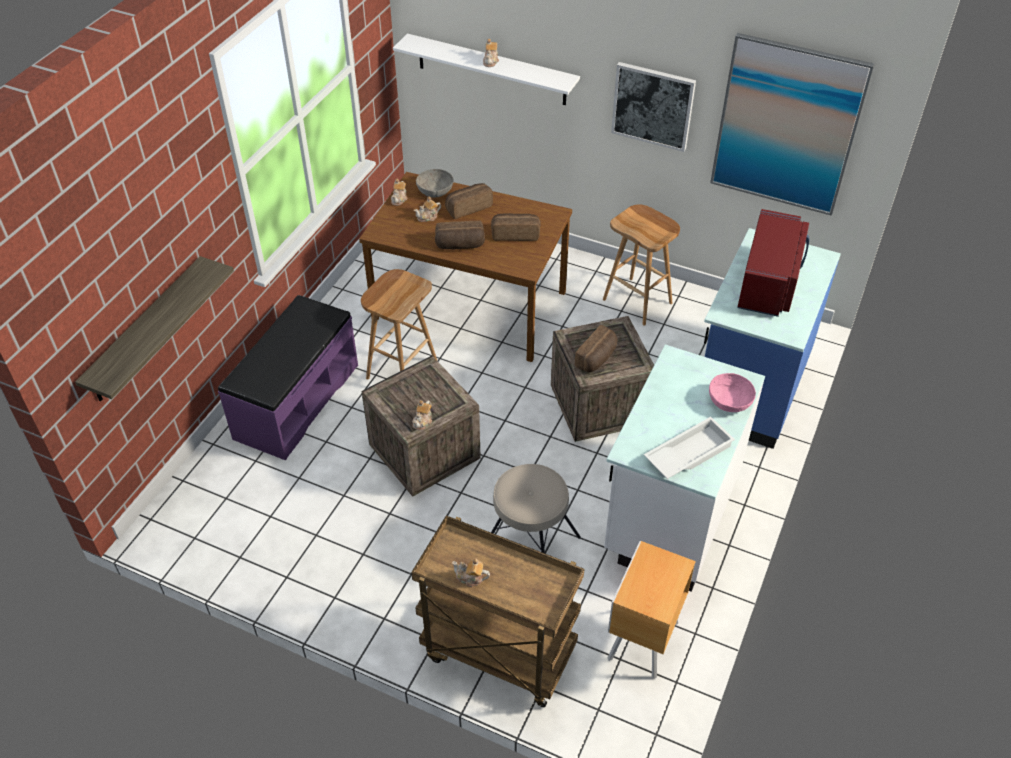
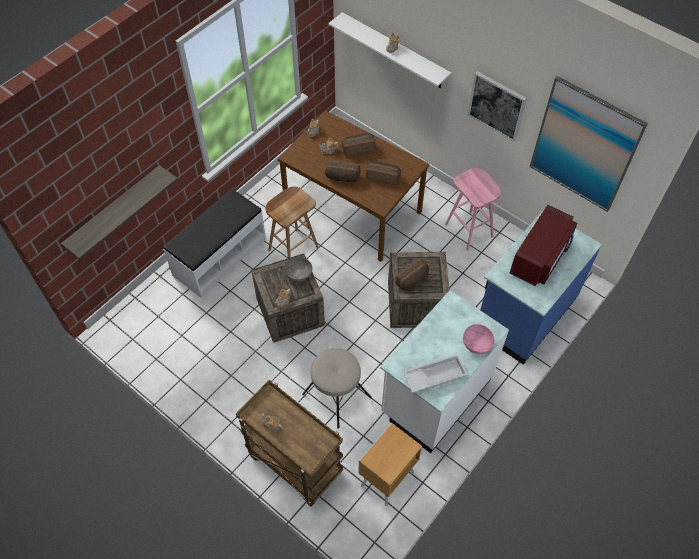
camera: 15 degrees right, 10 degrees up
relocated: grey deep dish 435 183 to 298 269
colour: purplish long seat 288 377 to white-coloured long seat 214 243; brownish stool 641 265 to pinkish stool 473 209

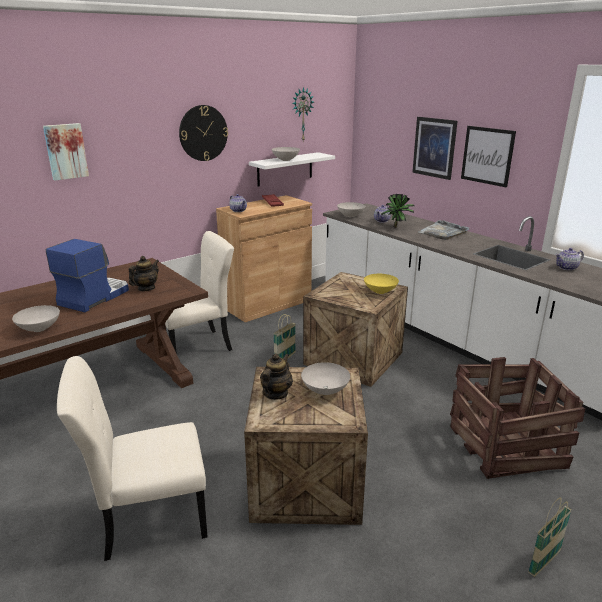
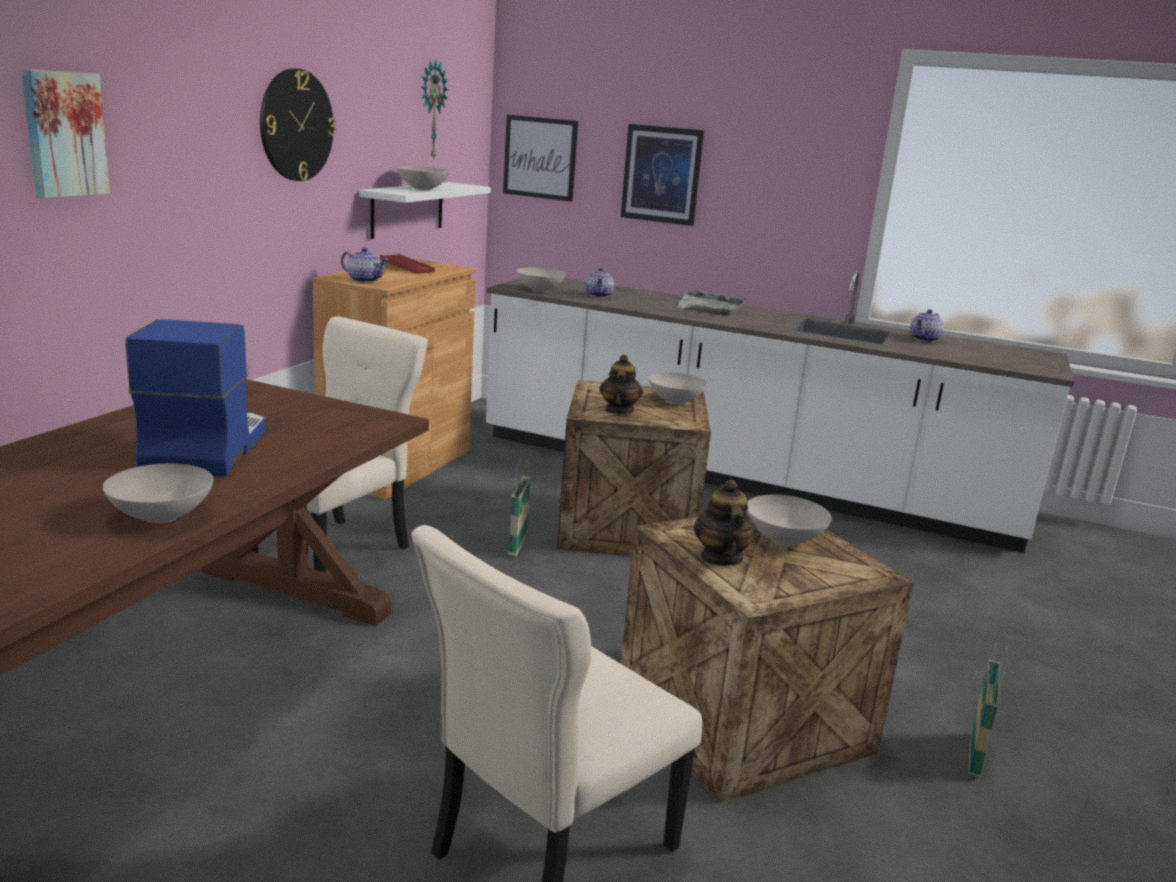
camera: 30 degrees left, 5 degrees down
missing: houseplant 397 211; packing crate 517 418
relocated: tea pot 144 273 to 621 384; wall picture 488 156 to 540 158; basket 550 537 to 988 710
colour: yellowish deep dish 381 284 to white-coloured deep dish 678 388

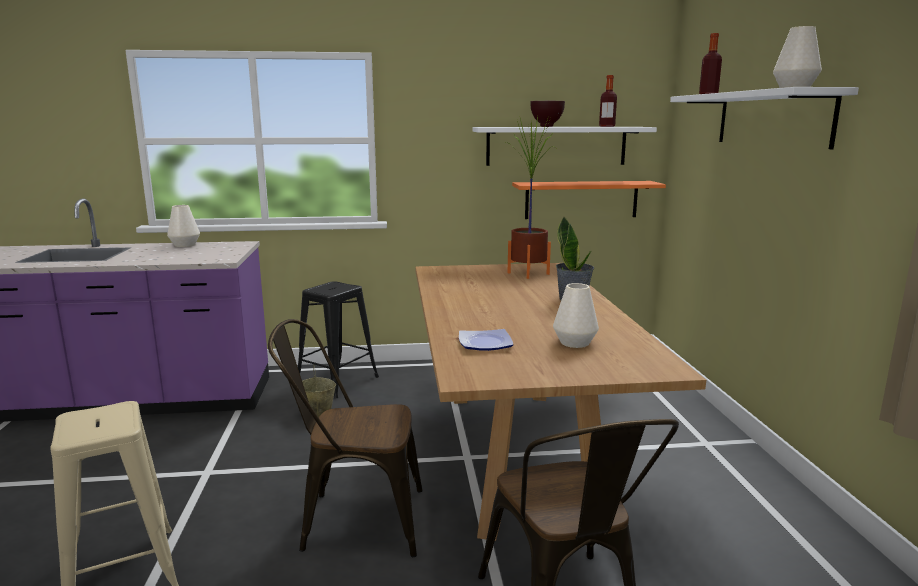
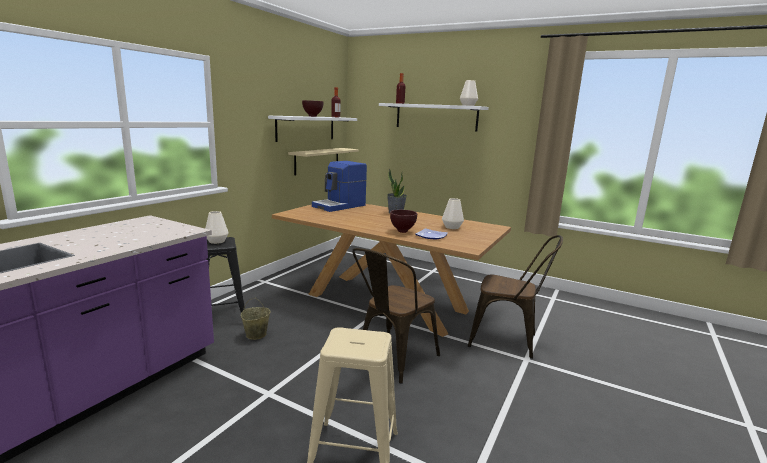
camera: 55 degrees left, 0 degrees up
appeared: brownish deep dish 403 221
relocated: white-coloured flower vase 183 226 to 217 227
exchanged: houseplant 530 197 to coffee maker 339 186
colour: orangey wall shelf 589 200 to beige-coloured wall shelf 323 162

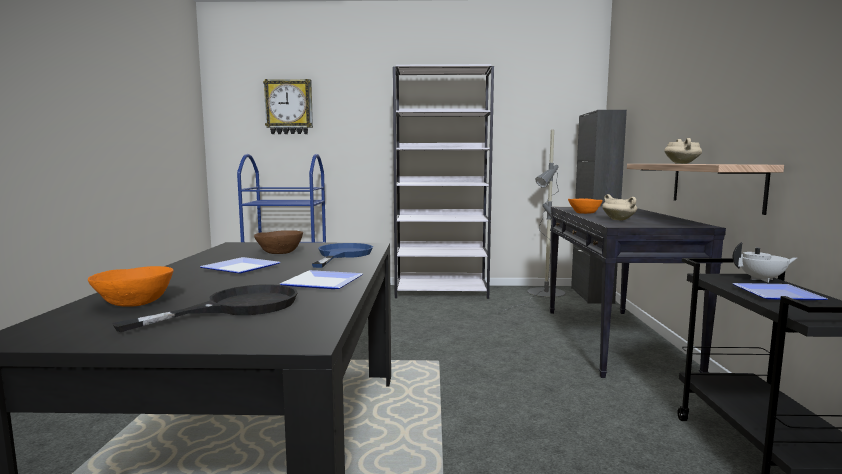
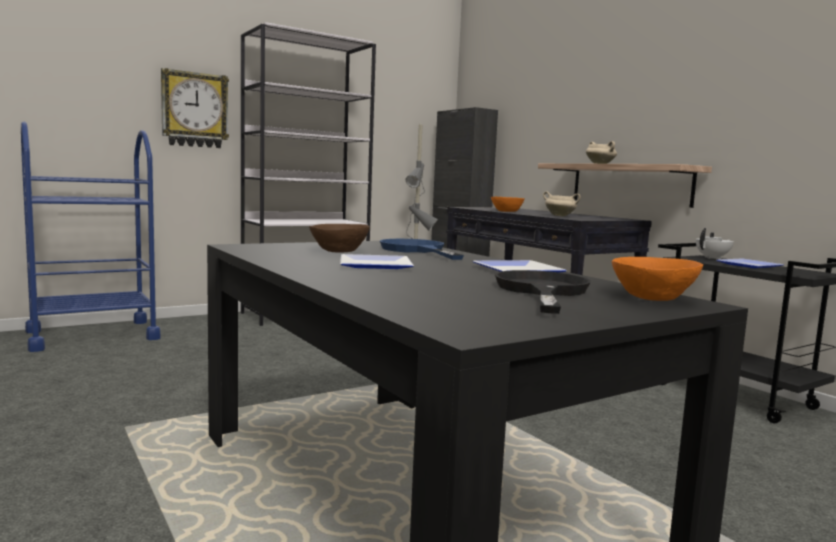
camera: 35 degrees left, 0 degrees up
relocated: orangey deep dish 130 286 to 657 279; clock on the wall 288 106 to 195 108

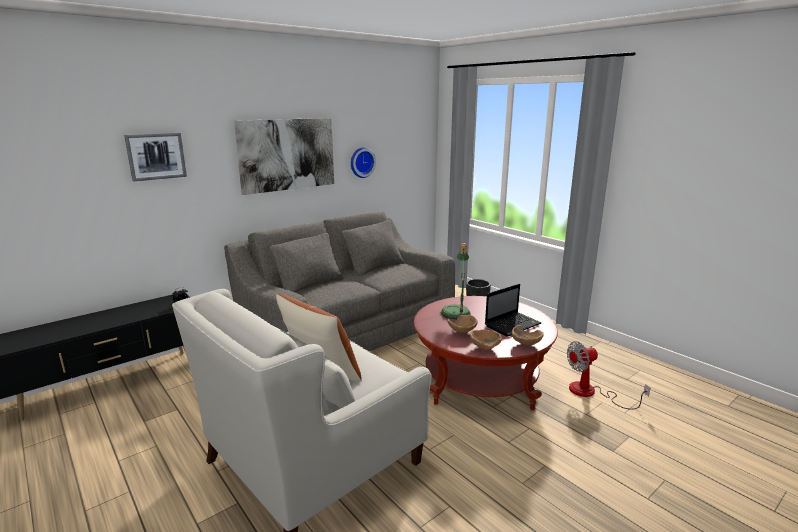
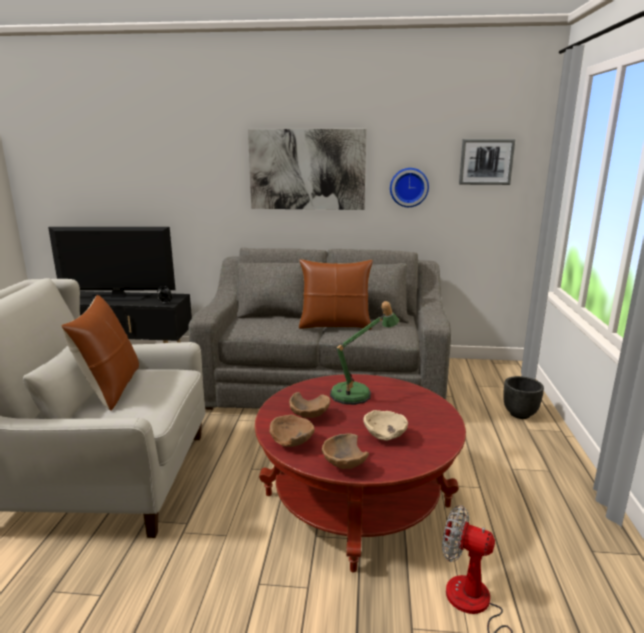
camera: 45 degrees right, 0 degrees up
appeared: TV set 112 264; brownish throw pillow 336 294
relocated: wall picture 155 157 to 487 162
exchanged: portable computer 513 310 to beige-coloured deep dish 385 425

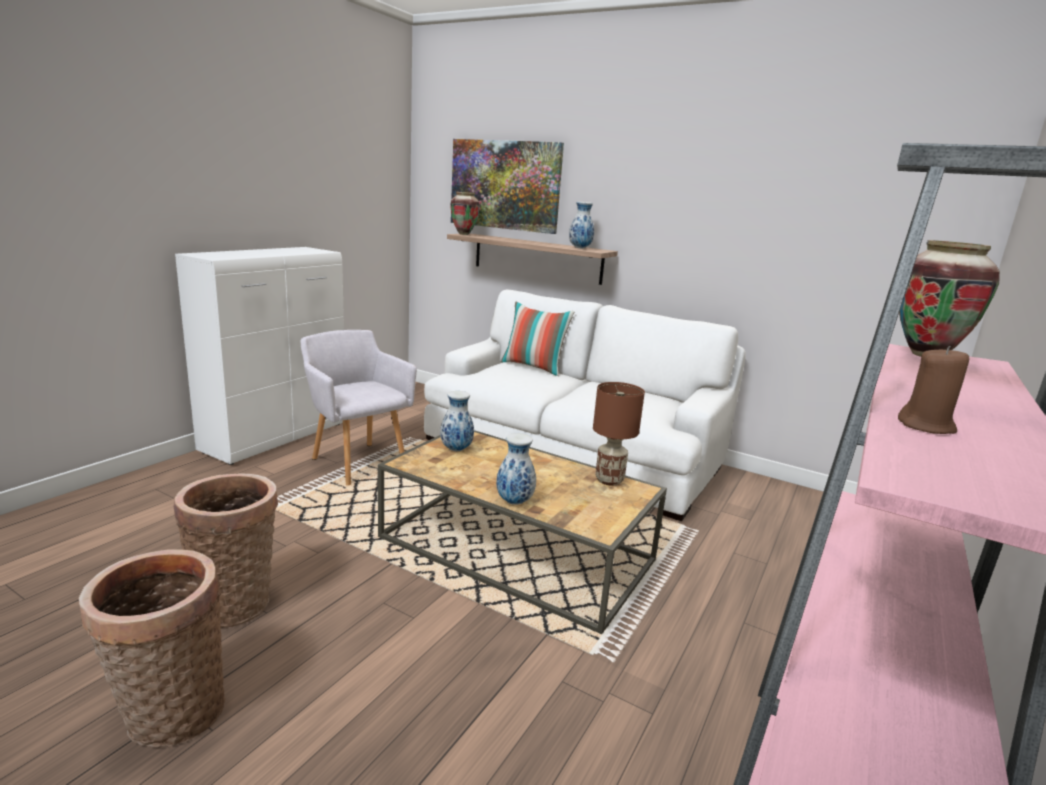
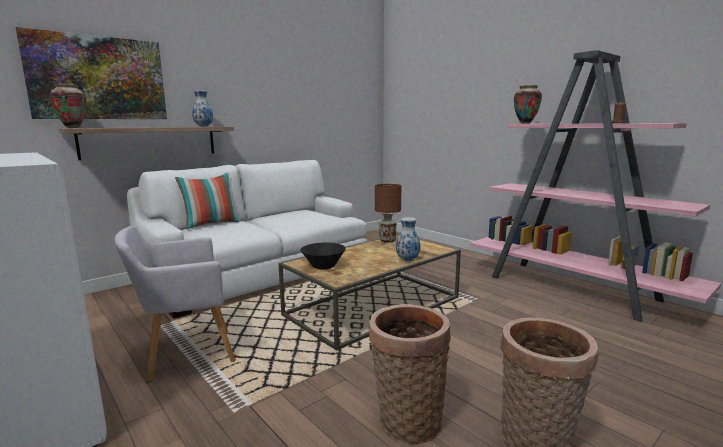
camera: 70 degrees left, 5 degrees down
exchanged: flower vase 457 421 to black deep dish 323 256

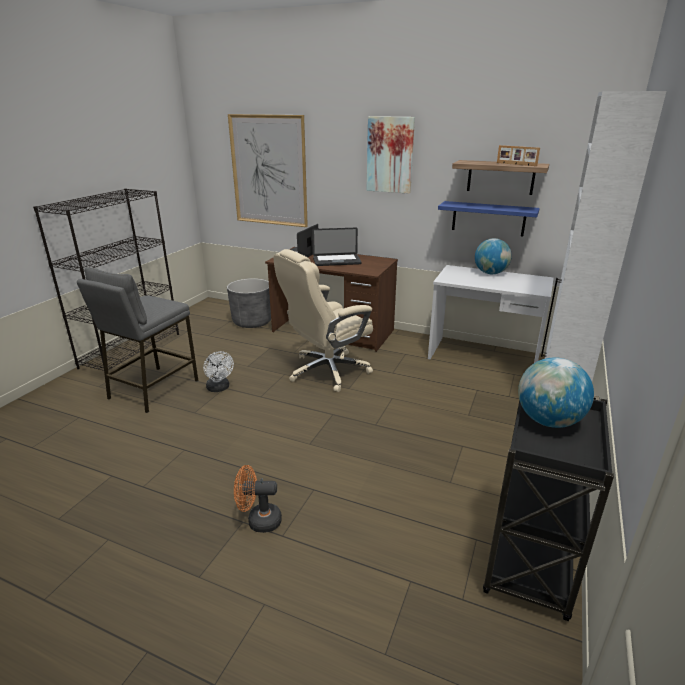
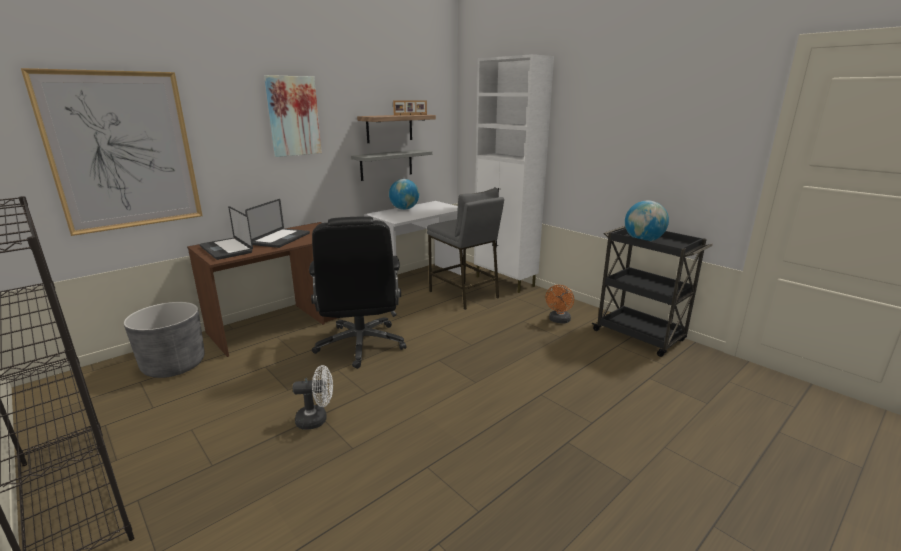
camera: 65 degrees left, 5 degrees down
relocated: grey stool 137 340 to 465 249; orangey cooling fan 258 499 to 559 304
colour: beige-coloured computer chair 323 320 to black computer chair 357 292; blue wall shelf 489 218 to grey wall shelf 391 165

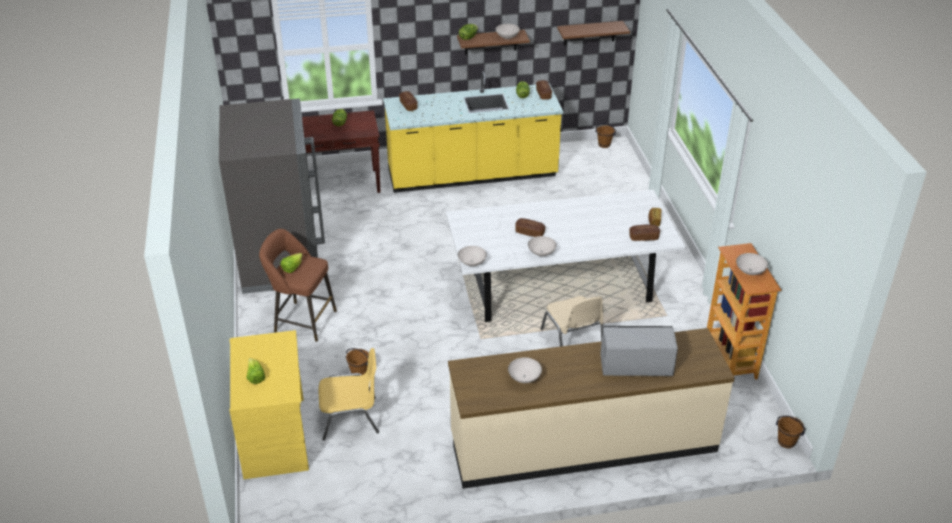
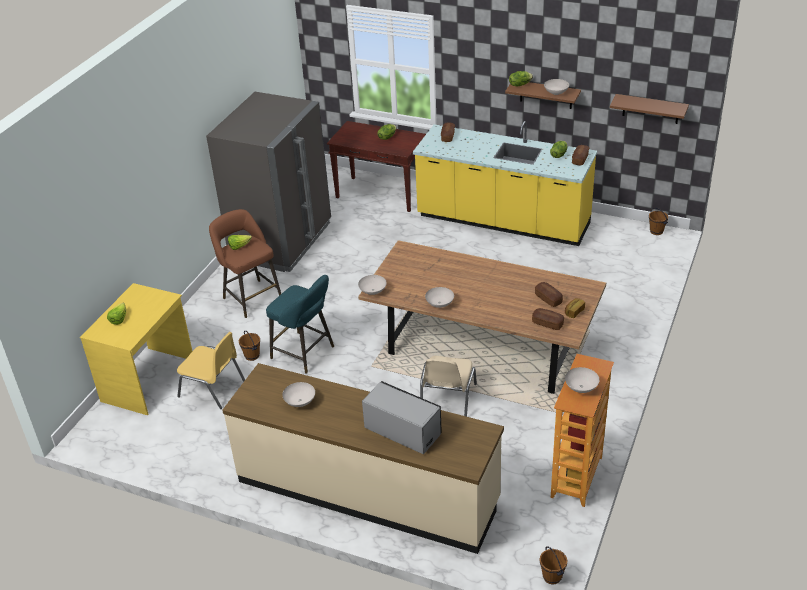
camera: 35 degrees right, 0 degrees up
appeared: turquoise-coloured stool 300 324
relocated: bakery bread 530 227 to 549 294
colour: white-coloured kitchen table 565 256 to brownish kitchen table 482 317

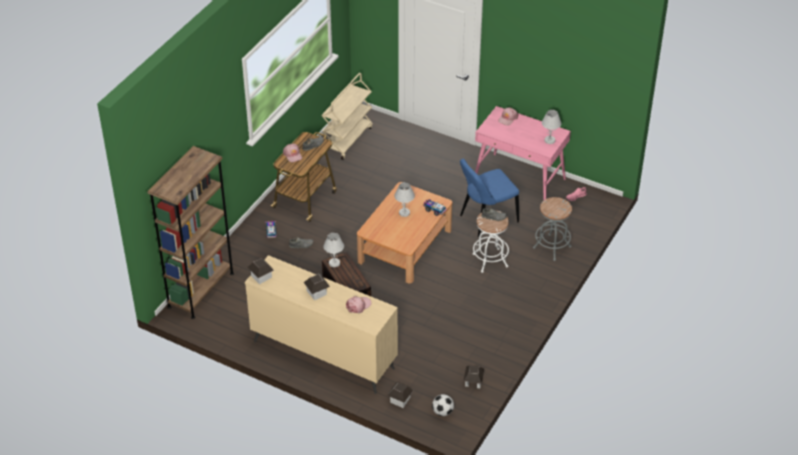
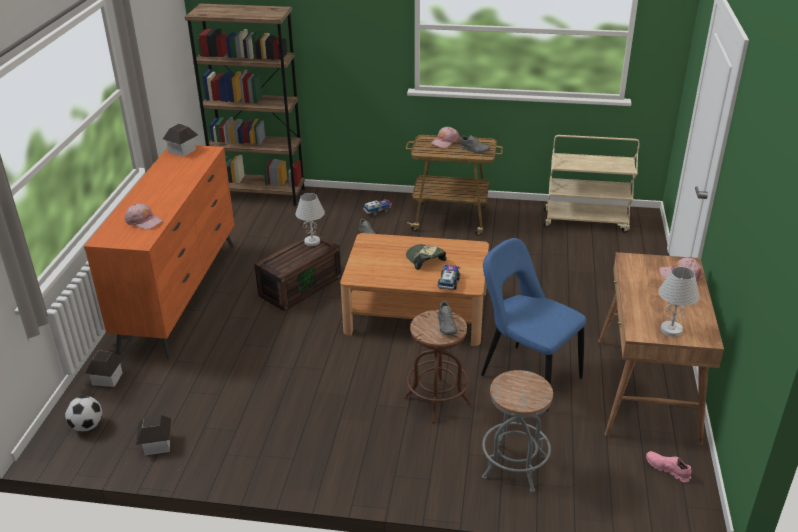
camera: 70 degrees right, 10 degrees down
missing: model house 317 287
exchanged: white-coloured table lamp 404 199 to cap 426 257
colour: beige-coloured dresser 321 324 to orangey dresser 159 252; white-coloured stool 491 241 to brownish stool 437 366; pinkish desk unit 523 153 to brownish desk unit 661 348

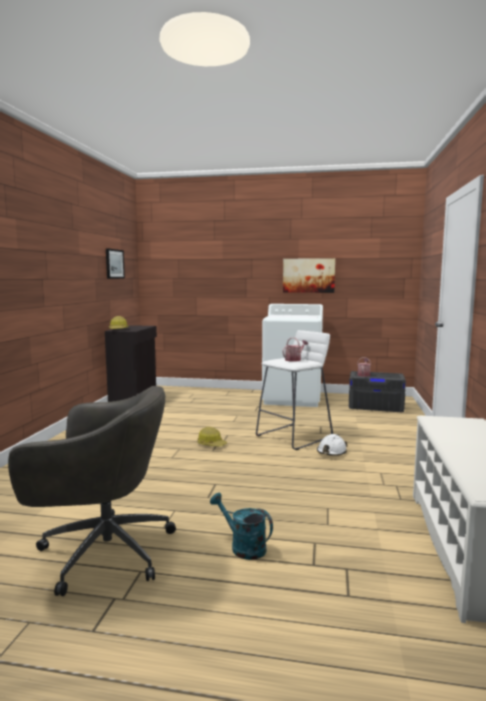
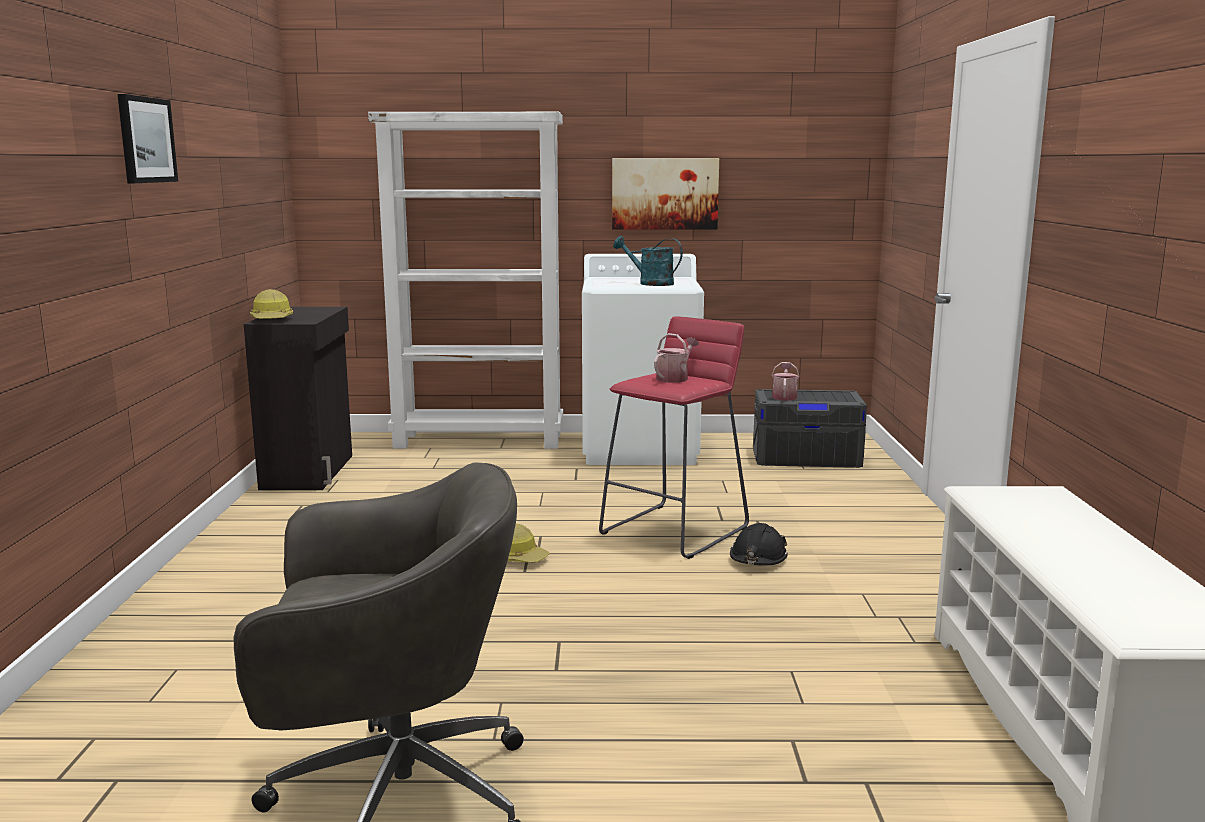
camera: 10 degrees left, 5 degrees up
appeared: white-coloured bookshelf 465 280
relocated: wall picture 115 263 to 147 138; turquoise-coloured sprinkling can 241 526 to 648 261
colour: white-coloured stool 294 390 to red stool 674 437; white-coloured hard hat 332 445 to black hard hat 759 544

